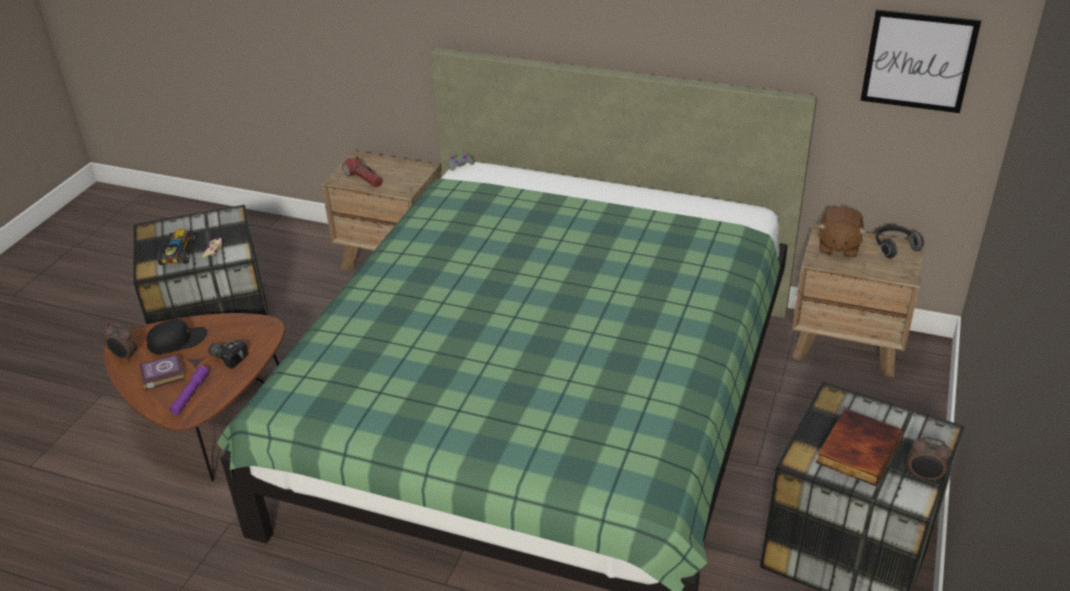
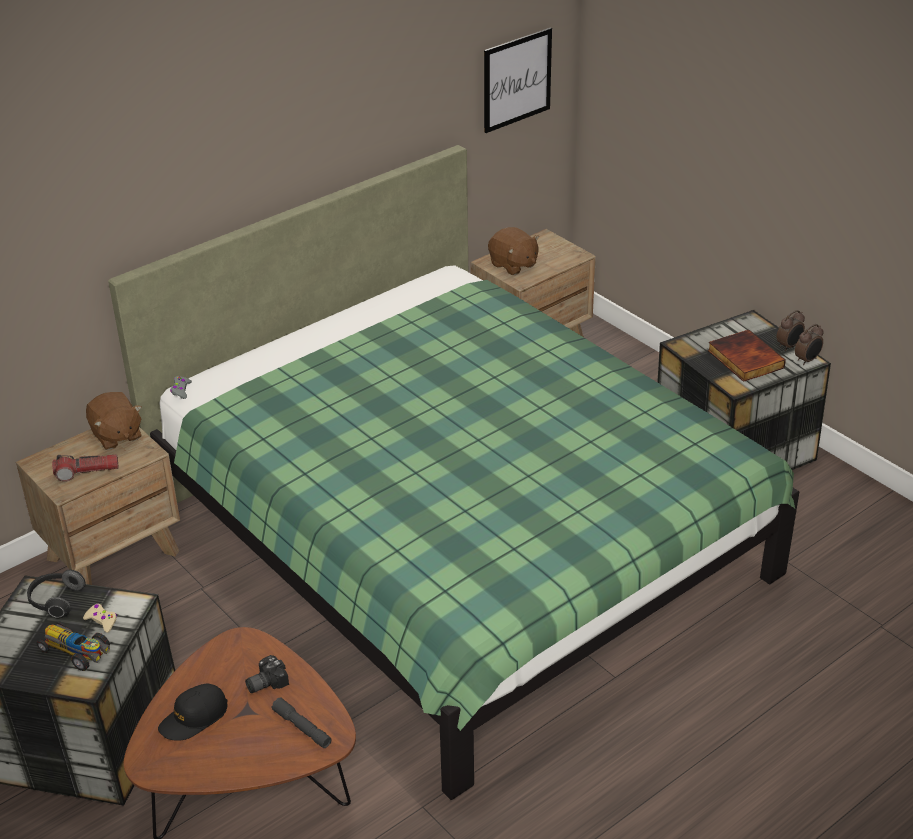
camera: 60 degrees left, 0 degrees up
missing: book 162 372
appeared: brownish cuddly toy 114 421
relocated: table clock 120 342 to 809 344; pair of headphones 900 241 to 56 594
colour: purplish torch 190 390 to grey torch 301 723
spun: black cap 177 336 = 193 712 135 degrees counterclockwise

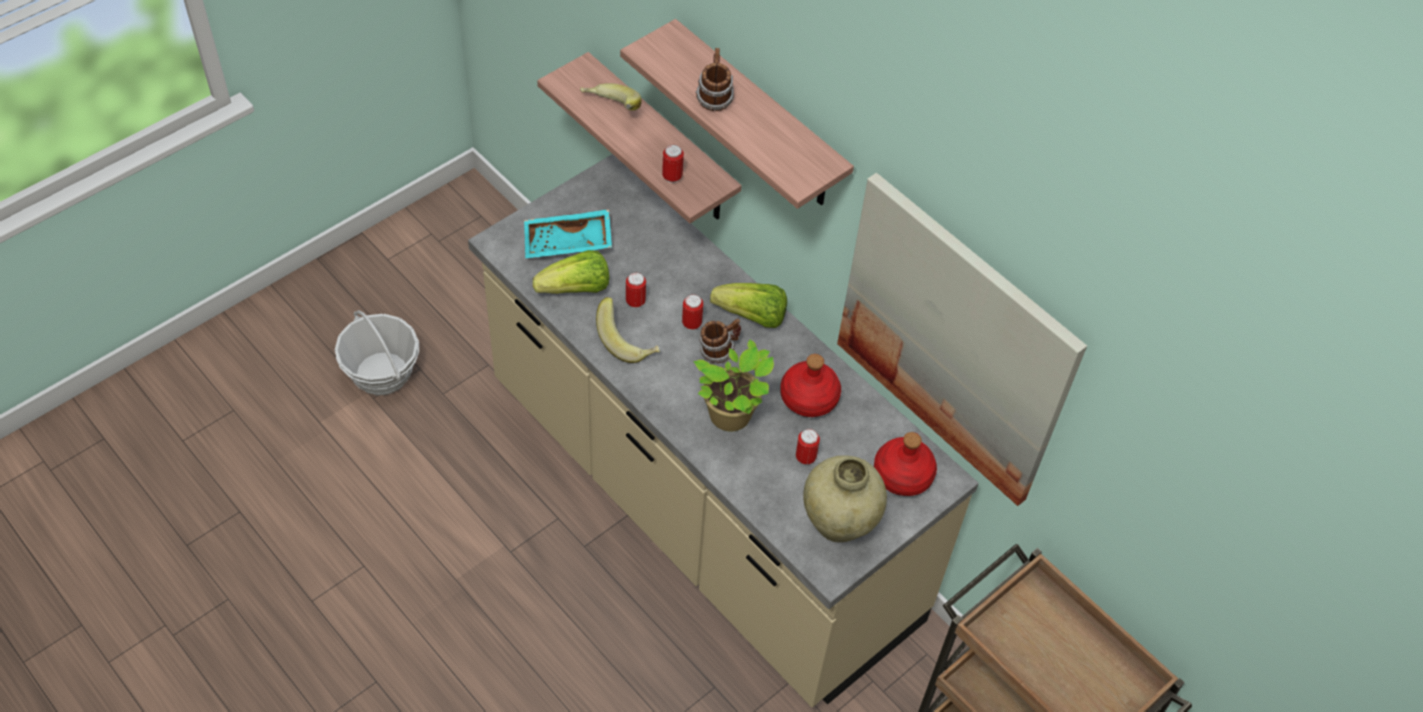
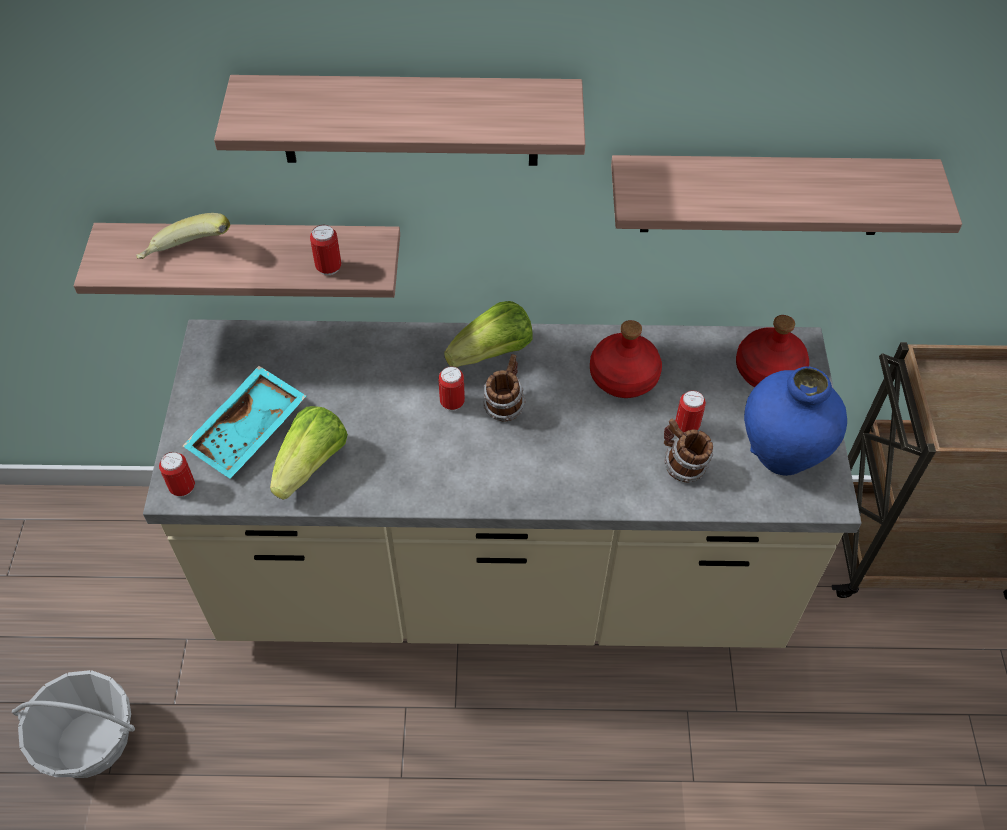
camera: 45 degrees left, 0 degrees up
missing: banana fruit 628 330; houseplant 733 386
relocated: can 636 290 to 177 474; tea mug 715 79 to 688 451
exchanged: wall picture 962 339 to wall shelf 786 195
colour: beige-coloured flower vase 845 498 to blue flower vase 795 421

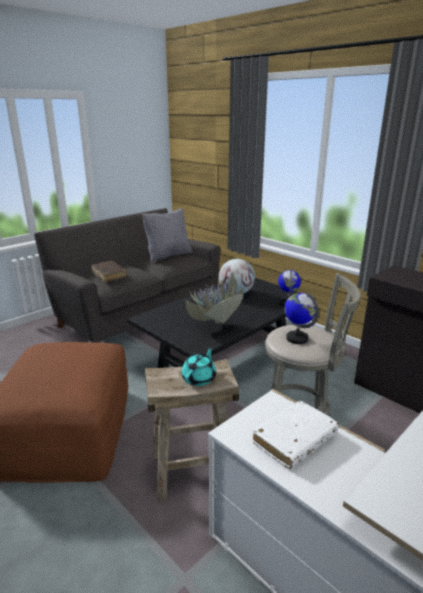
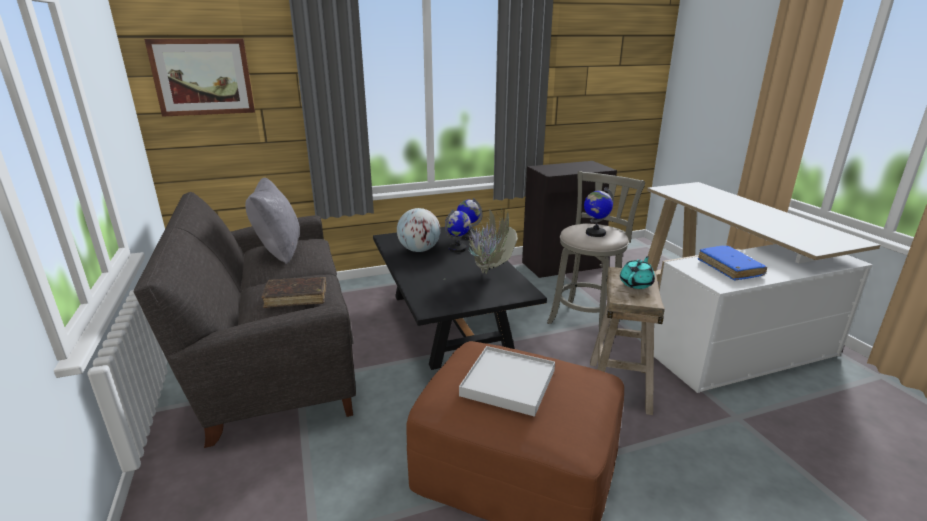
camera: 65 degrees left, 0 degrees up
appeared: wall picture 199 78; globe 458 231; white-coloured tray 507 381
colour: white-coloured book 296 435 to blue book 732 263
spun: turquoise-coloured tea pot 198 366 = 637 272 75 degrees clockwise

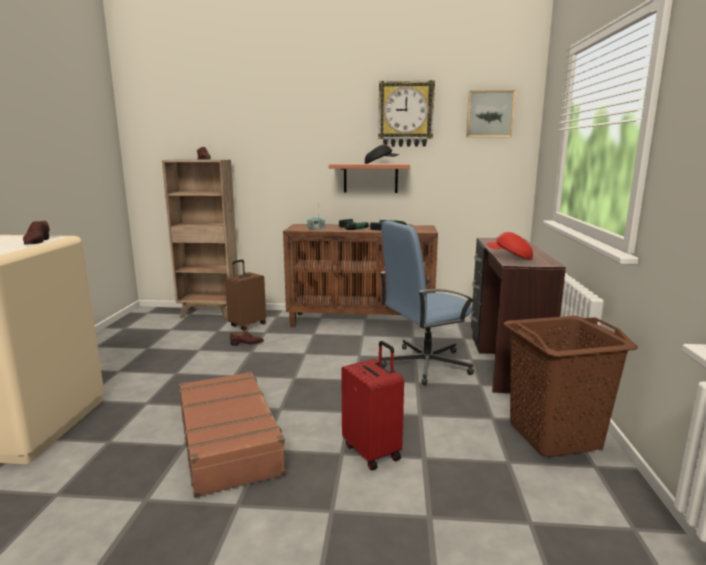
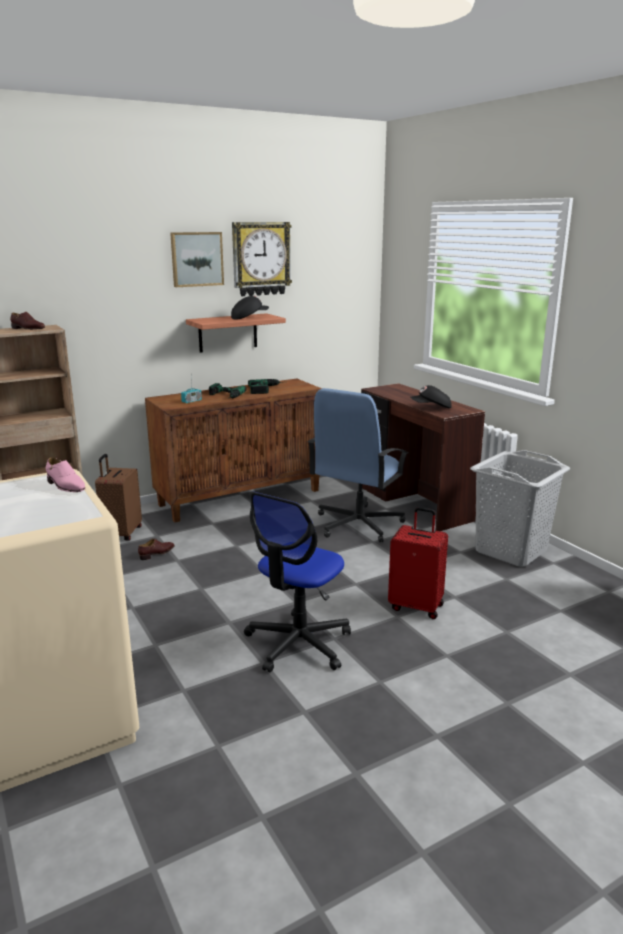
camera: 35 degrees left, 5 degrees up
relocated: wall picture 490 113 to 197 259
exchanged: brownish suitcase 233 434 to computer chair 297 582
colour: brownish shoe 36 232 to pinkish shoe 66 474; red cap 509 245 to black cap 431 396; brownish washing basket 571 386 to grey washing basket 520 508

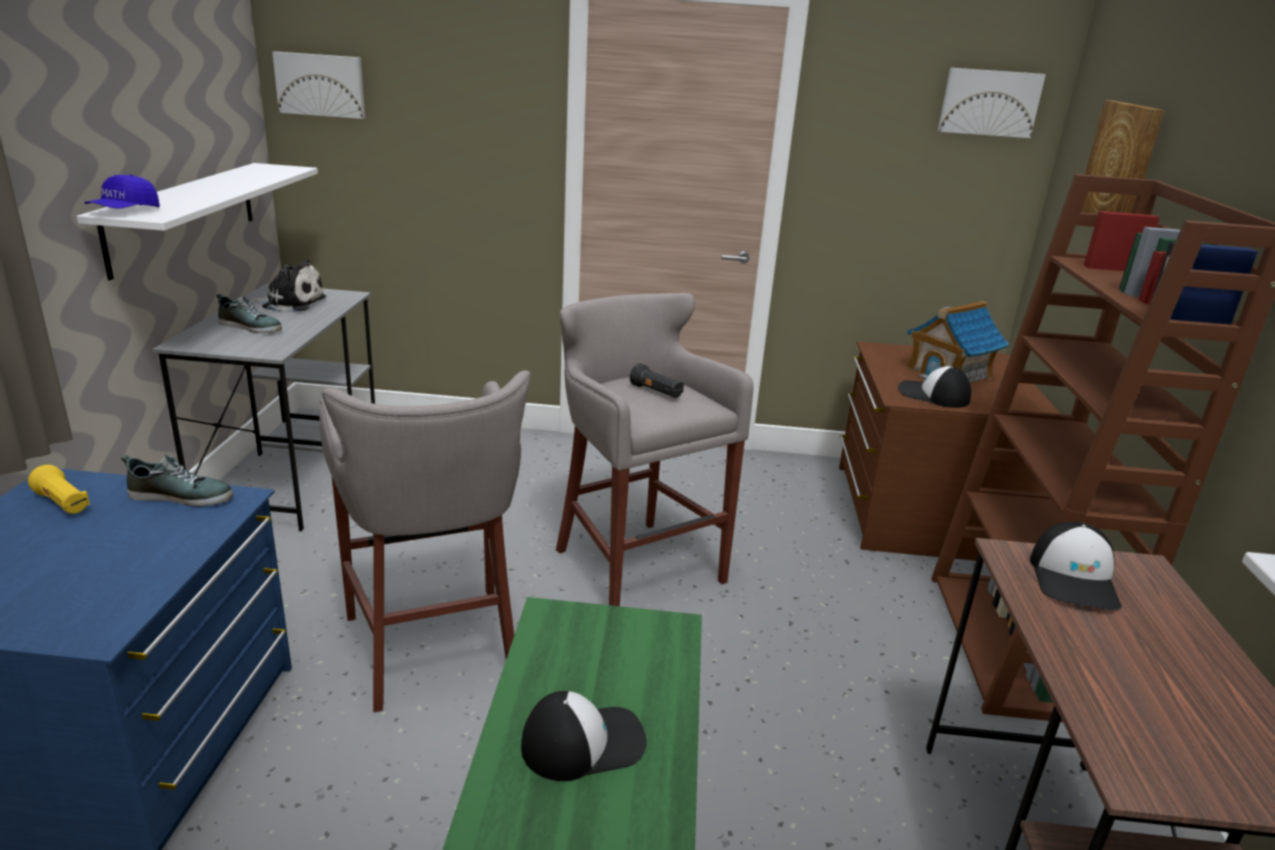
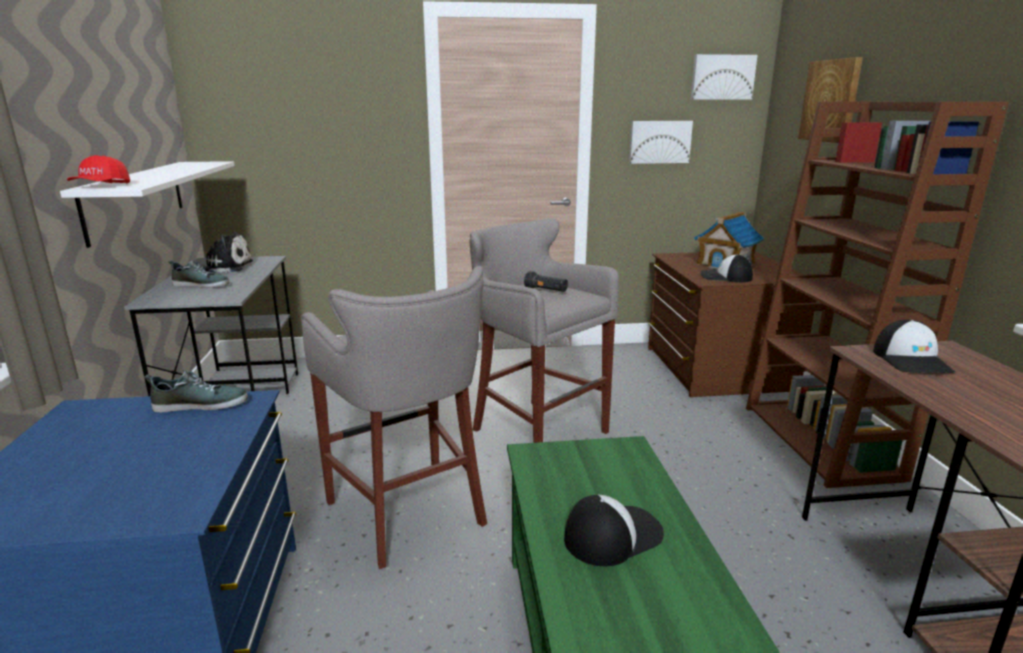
camera: 10 degrees left, 5 degrees down
missing: yellowish torch 59 489
relocated: wall picture 318 85 to 661 142
colour: blue cap 122 191 to red cap 98 169

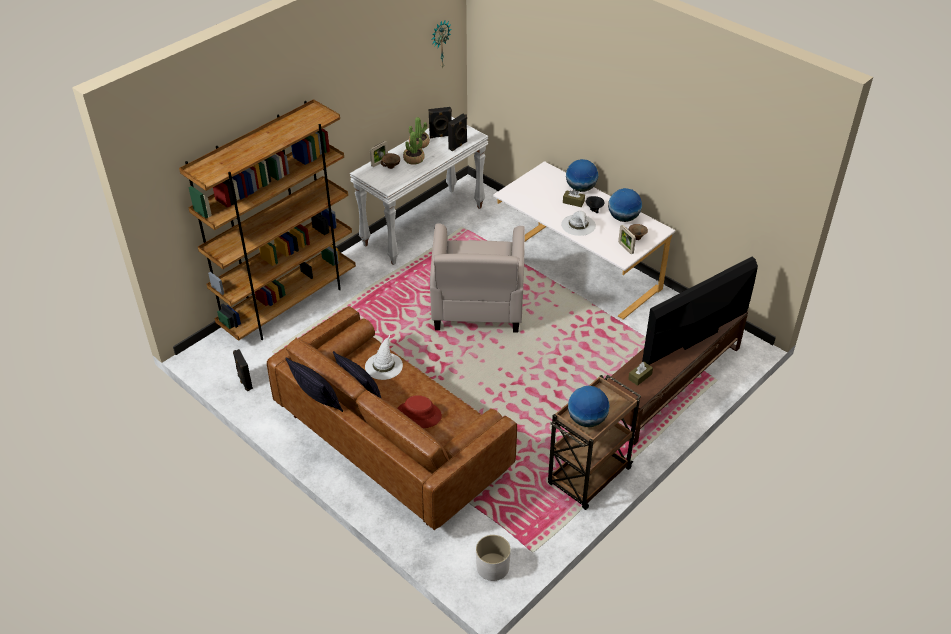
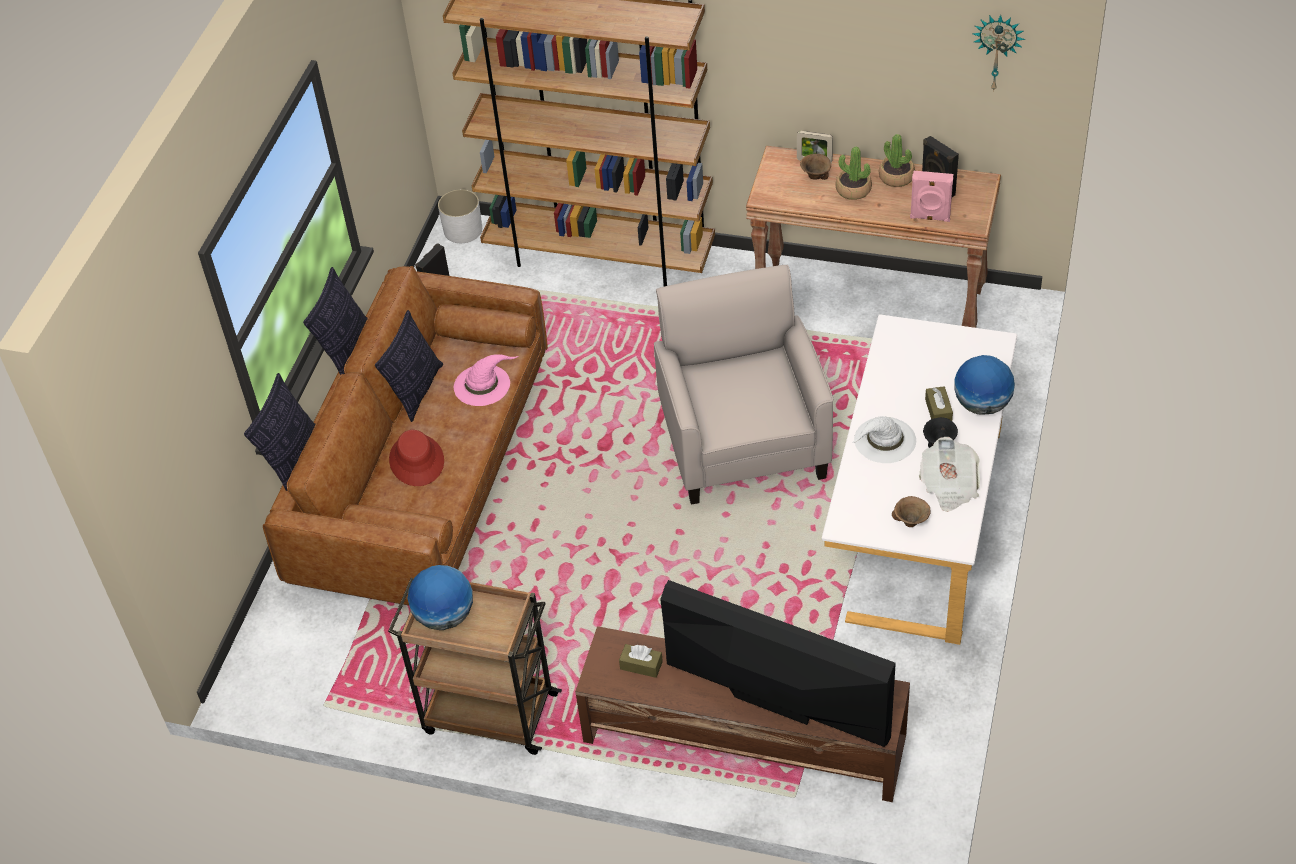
camera: 65 degrees right, 5 degrees up
missing: picture frame 627 239
appeared: throw pillow 280 432
relocated: white-coloured flower pot 493 558 to 460 216
exchanged: globe 625 205 to newspaper 949 474
colour: white-coloured narrow table 419 191 to brownish narrow table 873 237; white-coloured clothing hat 384 357 to pinkish clothing hat 486 380; black loudspeaker 457 132 to pinkish loudspeaker 931 196
spun: beige-coloured armchair 477 278 = 744 385 105 degrees clockwise

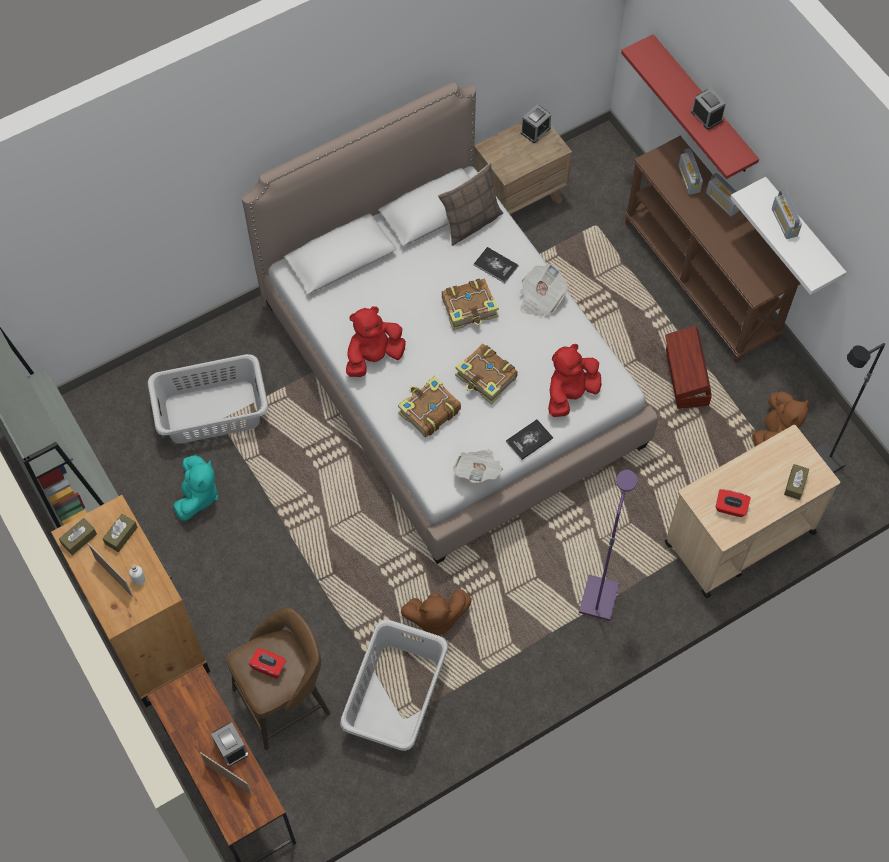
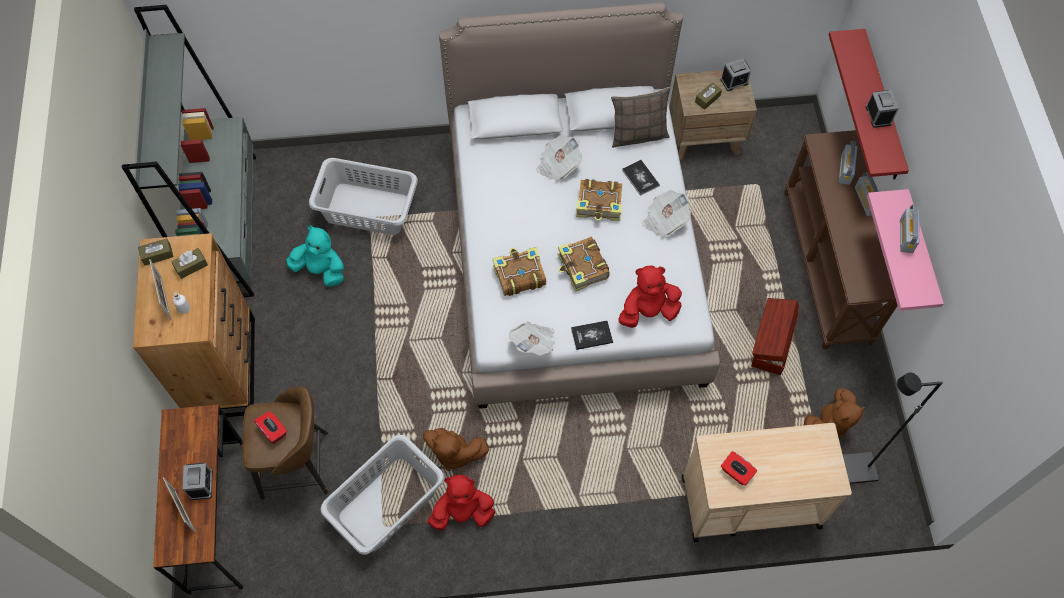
camera: 25 degrees right, 0 degrees up
missing: purplish floor lamp 608 545
appeared: newspaper 559 158
relocated: red cuddly toy 376 341 to 461 502; brownish tissue box 796 482 to 708 96
colour: white-coloured wall shelf 788 236 to pinkish wall shelf 905 250
spun: turquoise-coloured cuddly toy 195 488 = 315 256 105 degrees counterclockwise

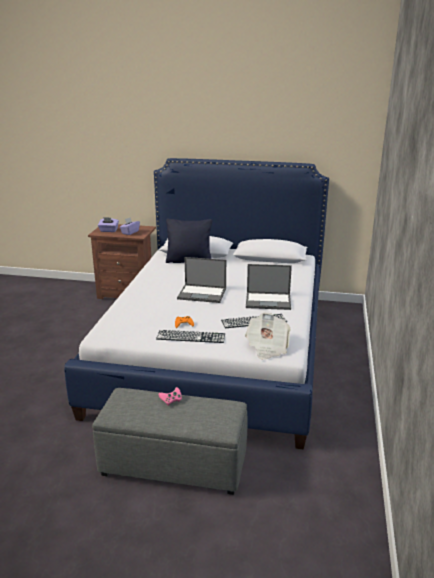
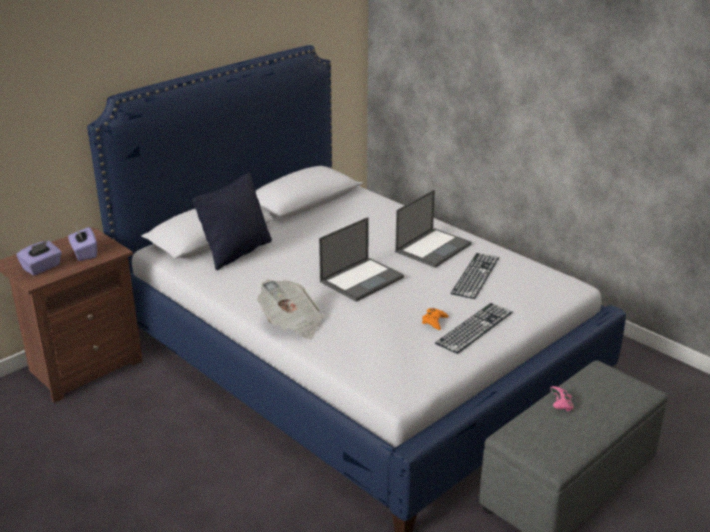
camera: 55 degrees left, 5 degrees up
relocated: newspaper 267 336 to 290 309

